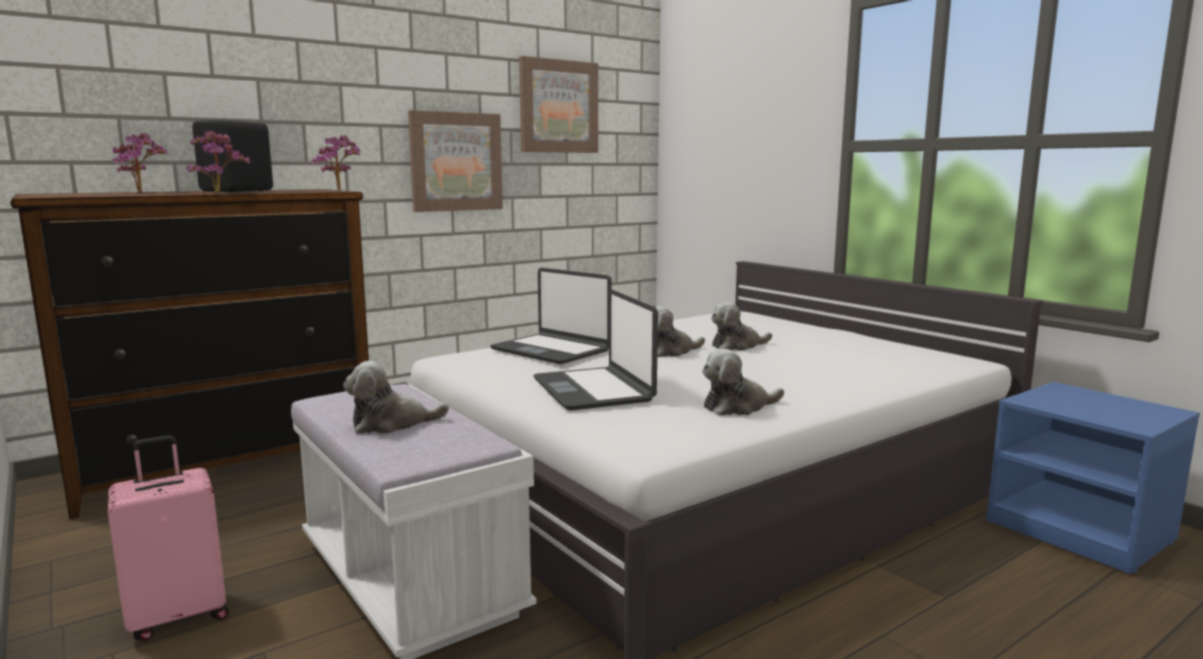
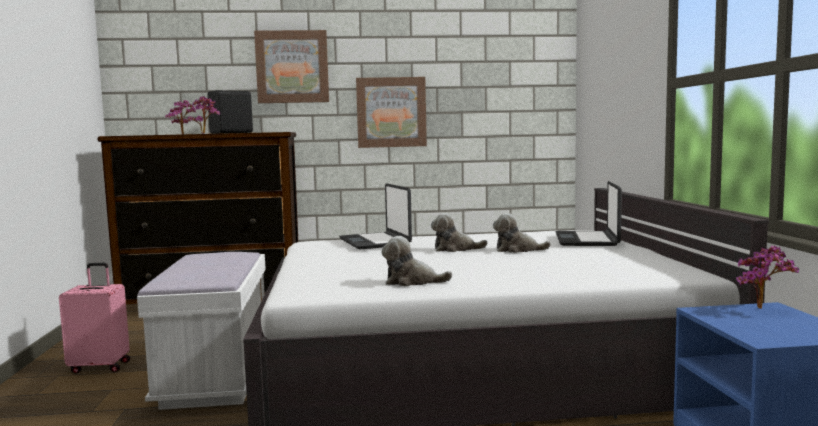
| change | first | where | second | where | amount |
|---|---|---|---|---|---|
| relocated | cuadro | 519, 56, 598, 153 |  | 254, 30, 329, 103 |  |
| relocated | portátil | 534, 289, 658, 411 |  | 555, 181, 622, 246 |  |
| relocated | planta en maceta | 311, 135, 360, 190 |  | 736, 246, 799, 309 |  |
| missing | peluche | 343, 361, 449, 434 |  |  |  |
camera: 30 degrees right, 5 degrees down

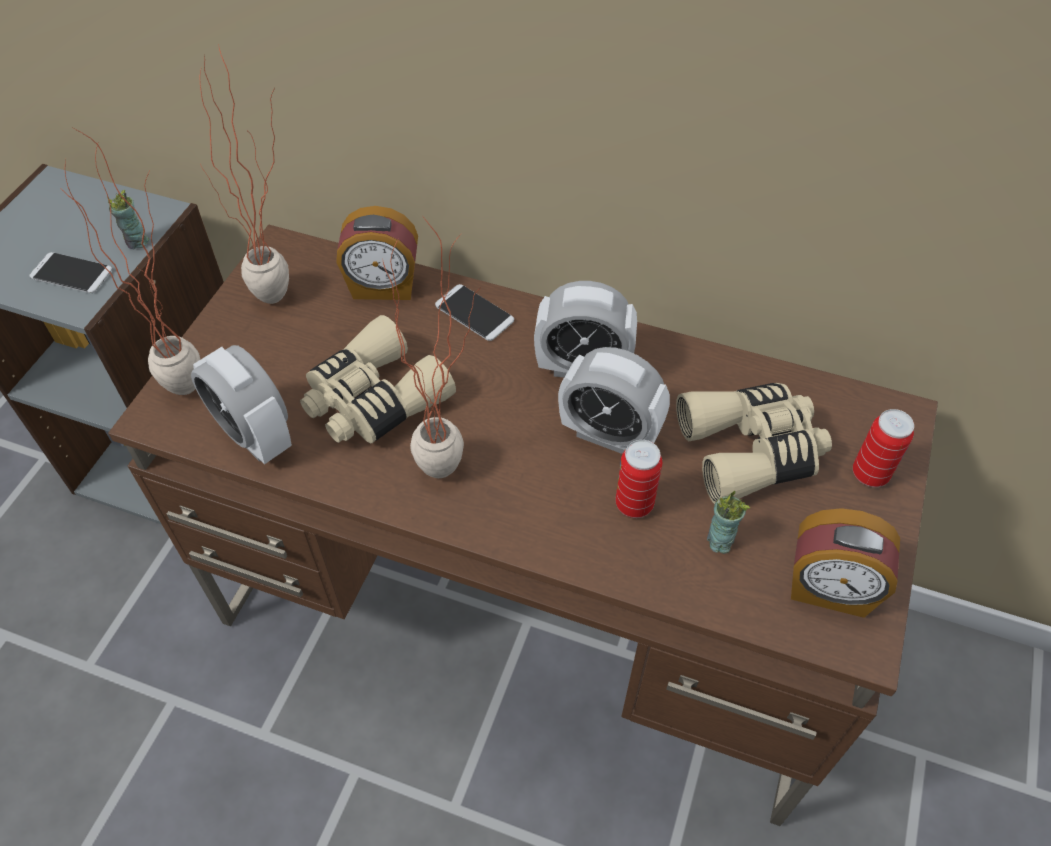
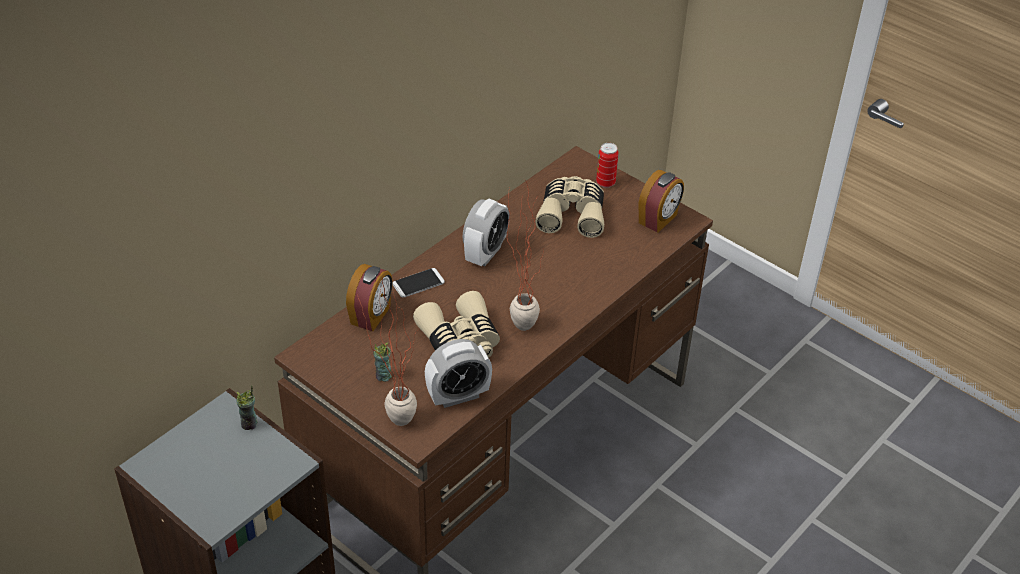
| change | first | where | second | where | amount |
|---|---|---|---|---|---|
| relocated | taza | 707, 491, 750, 554 |  | 373, 343, 392, 382 |  |
| missing | móvil | 29, 252, 112, 293 |  |  |  |
| missing | planta en maceta | 199, 44, 289, 304 |  |  |  |
| missing | despertador | 558, 347, 670, 454 |  |  |  |
| missing | lata | 615, 440, 662, 518 |  |  |  |
camera: 70 degrees left, 10 degrees down

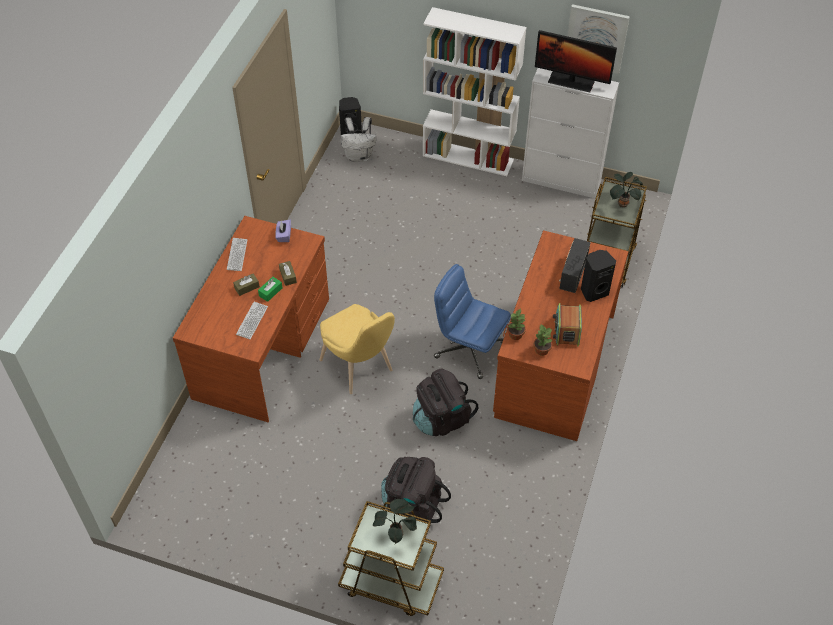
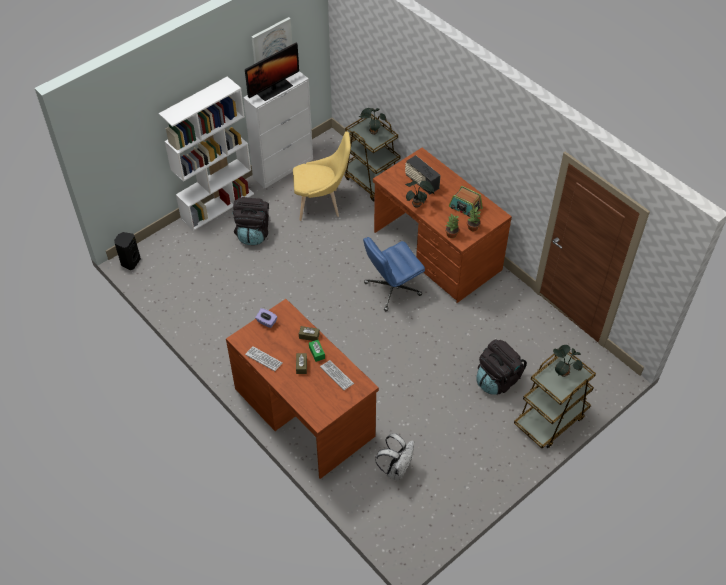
| change | first | where | second | where | amount |
|---|---|---|---|---|---|
| relocated | mochila/negro | 413, 369, 478, 436 |  | 233, 197, 269, 245 |  |
| relocated | silla/amarillo | 320, 304, 395, 394 |  | 293, 131, 351, 221 |  |
| relocated | mochila/blanco | 341, 117, 376, 162 |  | 375, 433, 414, 480 |  |
| appeared |  |  | planta en maceta | 405, 181, 435, 208 |  |
| missing | altavoz/negro | 581, 250, 616, 302 |  |  |  |
camera: 60 degrees left, 0 degrees up

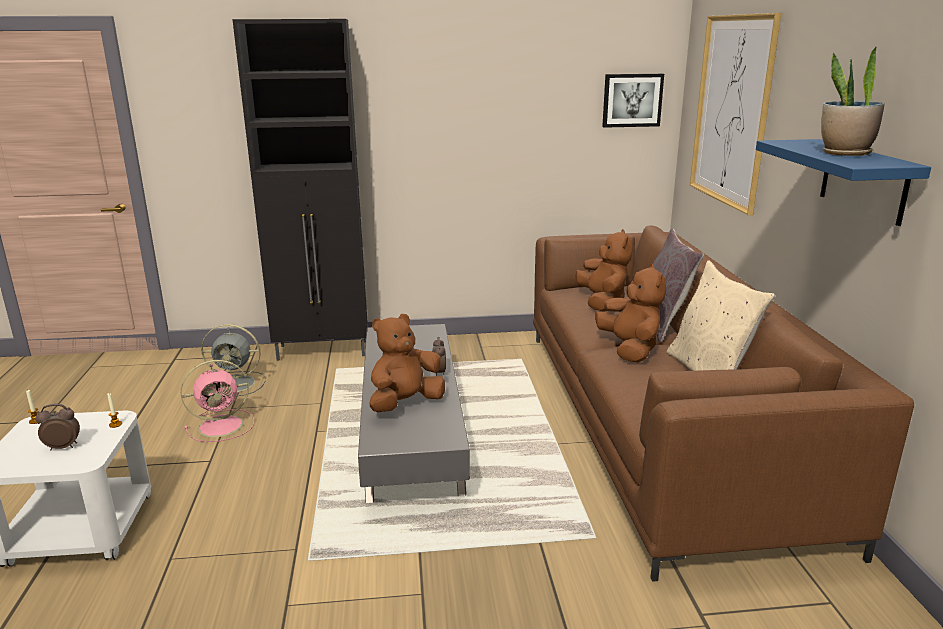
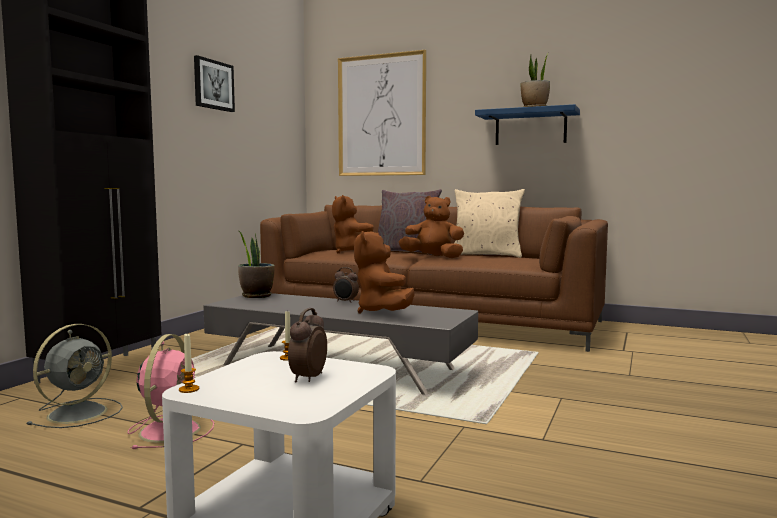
| change | first | where | second | where | amount |
|---|---|---|---|---|---|
| relocated | cuadro | 602, 74, 664, 128 |  | 194, 55, 235, 112 |  |
| appeared |  |  | planta en maceta | 238, 231, 275, 298 |  |
| spun | peluche/marrón | 576, 229, 633, 312 |  | 332, 195, 379, 253 | 150 degrees counterclockwise |
camera: 60 degrees left, 15 degrees down

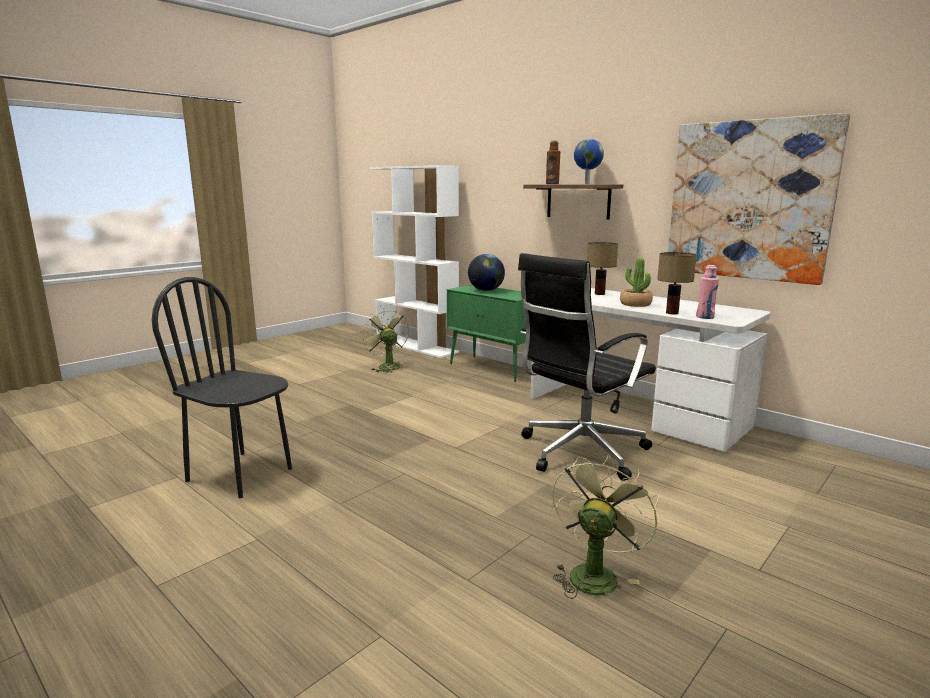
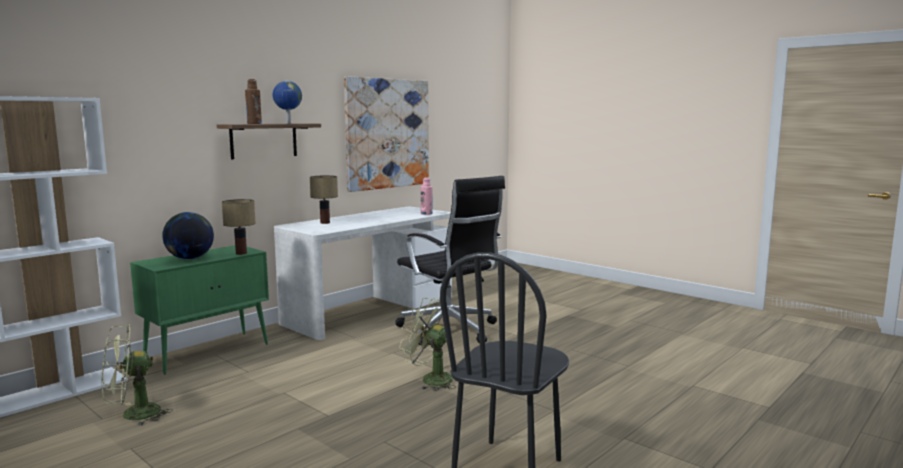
| change | first | where | second | where | amount |
|---|---|---|---|---|---|
| relocated | lámpara de mesa | 657, 252, 697, 315 |  | 222, 199, 256, 255 |  |
| relocated | ventilador/verde | 552, 454, 659, 599 |  | 399, 298, 456, 391 |  |
| missing | planta en maceta | 620, 257, 653, 307 |  |  |  |
camera: 90 degrees left, 5 degrees down

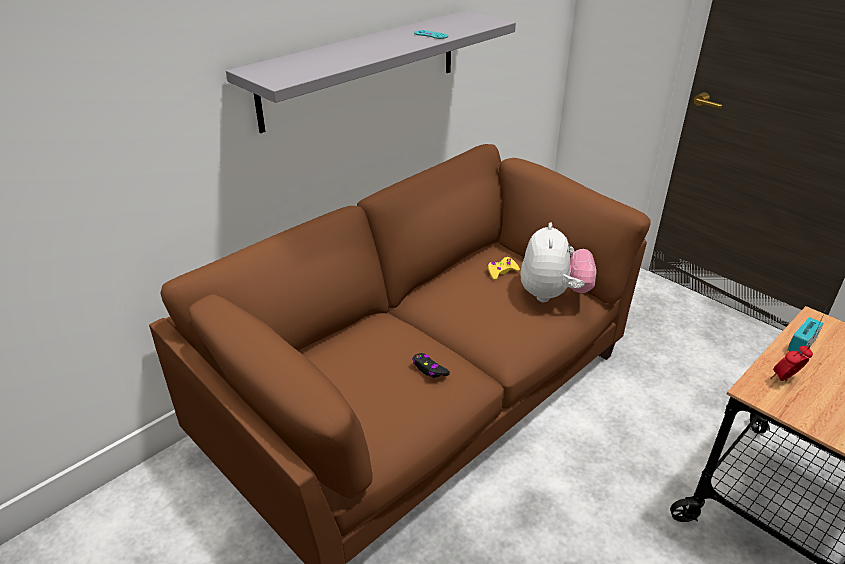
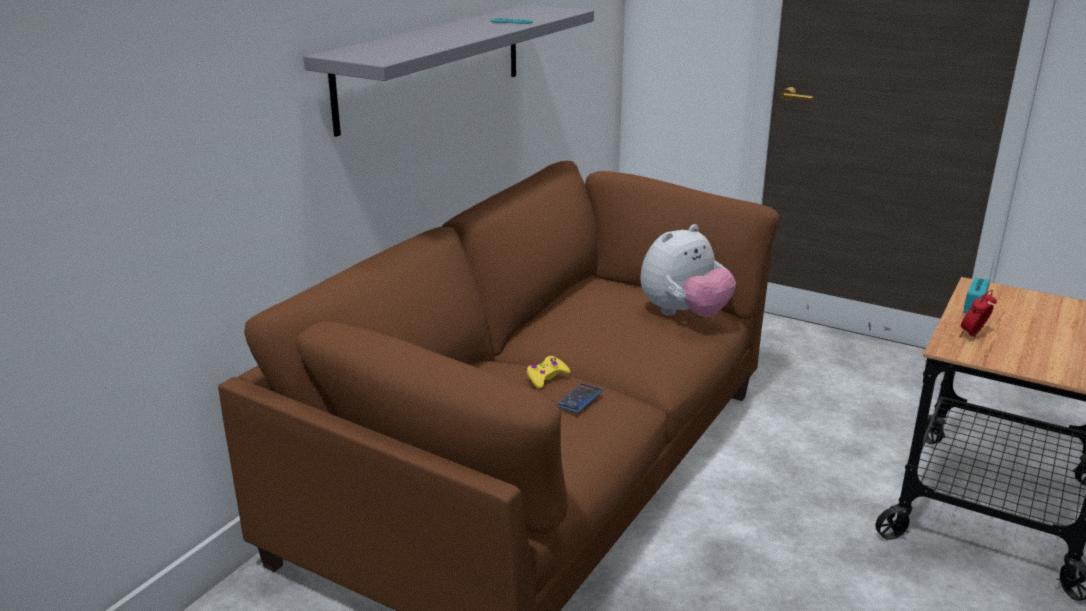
| change | first | where | second | where | amount |
|---|---|---|---|---|---|
| relocated | mando de consola/amarillo | 487, 257, 520, 280 |  | 526, 356, 570, 389 |  |
| exchanged | mando de consola/negro | 412, 353, 450, 378 | móvil | 557, 383, 603, 413 |  |
| spun | peluche | 520, 222, 596, 302 |  | 640, 224, 736, 317 | 60 degrees clockwise |
camera: 15 degrees left, 10 degrees down

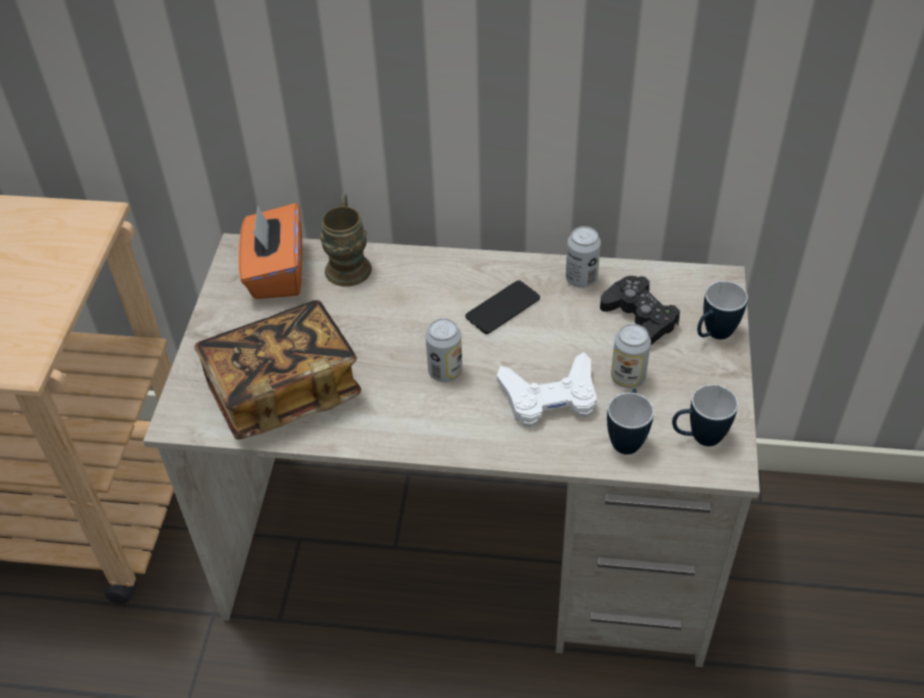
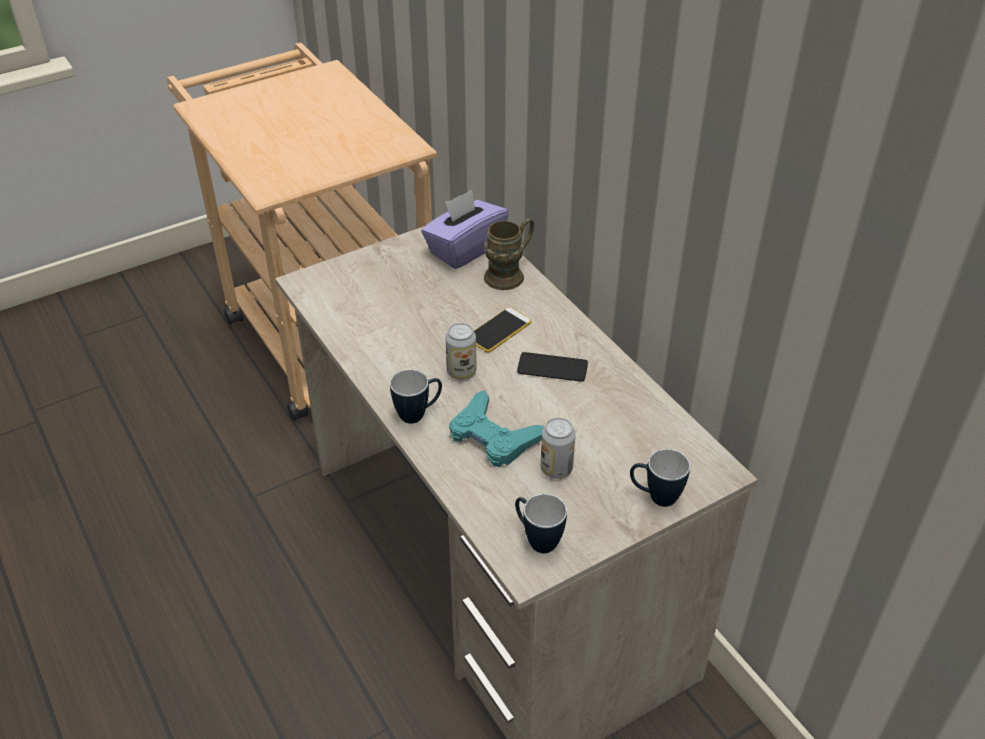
| change | first | where | second | where | amount |
|---|---|---|---|---|---|
| relocated | taza grande | 607, 388, 654, 455 |  | 390, 369, 442, 424 |  |
| colour | caja de pañuelos/naranja | 239, 203, 302, 299 | caja de pañuelos/morado | 421, 190, 509, 269 |  |
| colour | mando de consola/blanco | 497, 352, 597, 427 | mando de consola/turquesa | 449, 390, 544, 467 |  |
| appeared |  |  | móvil | 474, 307, 531, 353 |  |
| missing | libro | 194, 300, 361, 440 |  |  |  |
| missing | lata | 566, 226, 601, 288 |  |  |  |
| missing | mando de consola/negro | 600, 276, 680, 345 |  |  |  |
camera: 50 degrees right, 5 degrees down

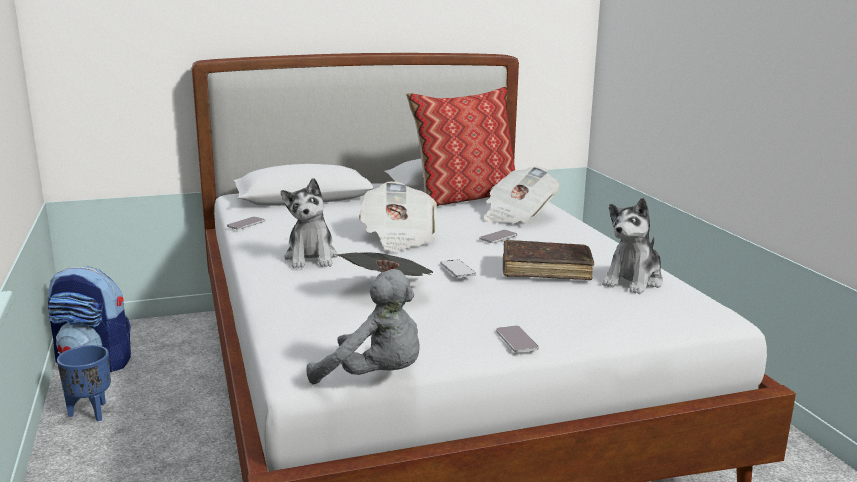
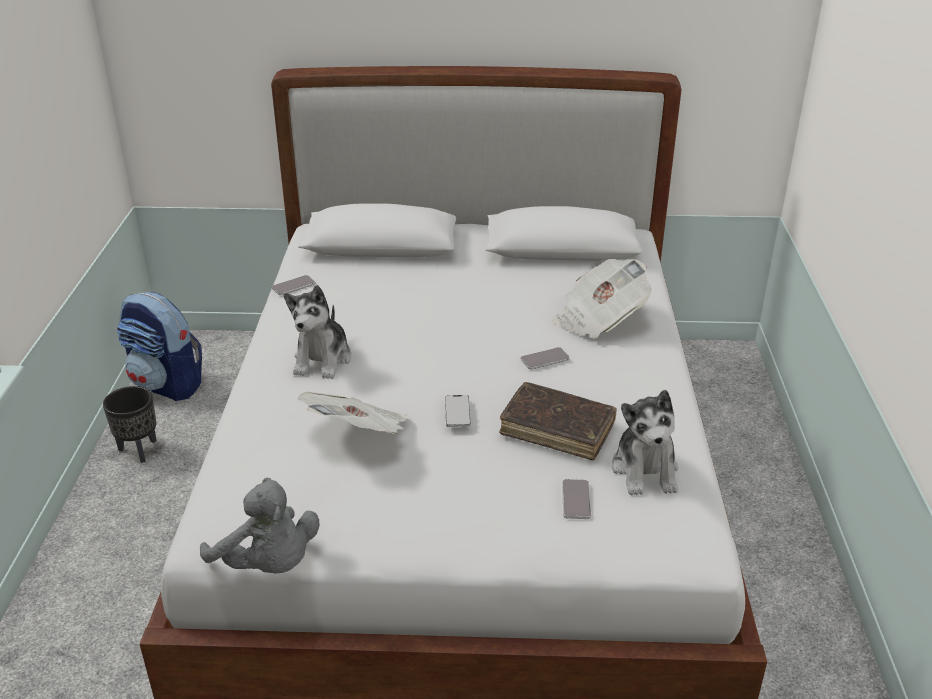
| change | first | where | second | where | amount |
|---|---|---|---|---|---|
| colour | maceta/azul | 57, 345, 111, 421 | maceta/negro | 103, 386, 156, 463 |  |
| relocated | móvil | 496, 325, 539, 353 |  | 562, 479, 591, 519 |  |
| spun | peluche | 602, 198, 663, 294 |  | 612, 390, 679, 495 | 60 degrees counterclockwise |
| missing | periódico | 359, 181, 437, 252 |  |  |  |
| missing | cojín | 406, 86, 515, 206 |  |  |  |
camera: 20 degrees right, 15 degrees up

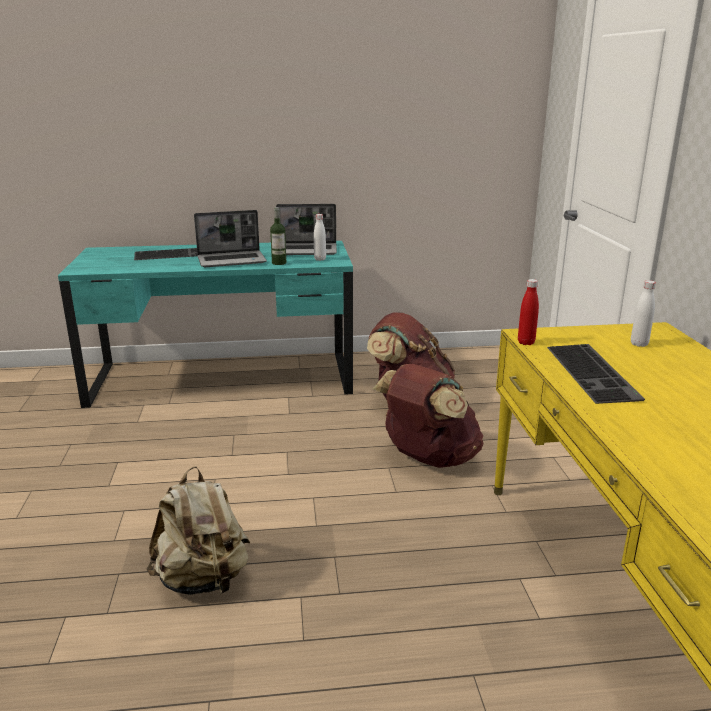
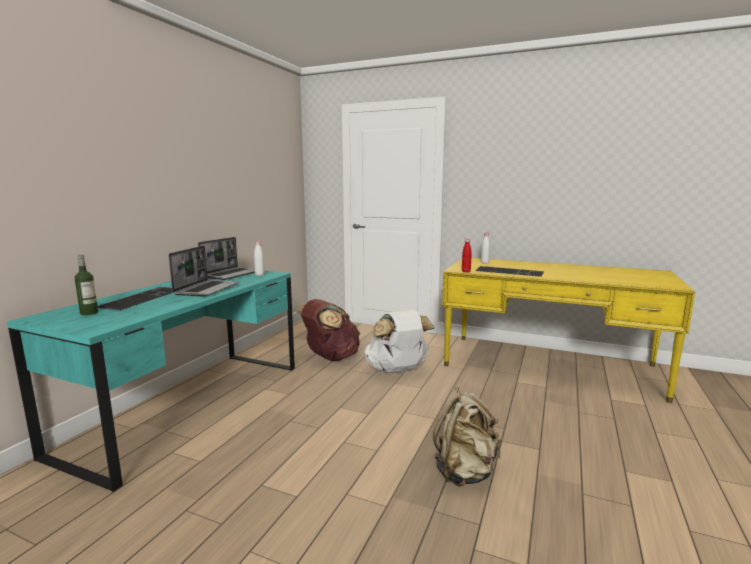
| change | first | where | second | where | amount |
|---|---|---|---|---|---|
| relocated | botella | 270, 207, 286, 265 |  | 75, 255, 98, 315 |  |
| colour | mochila/marrón | 373, 364, 484, 468 | mochila/blanco | 365, 310, 435, 373 |  |
camera: 60 degrees left, 10 degrees down

